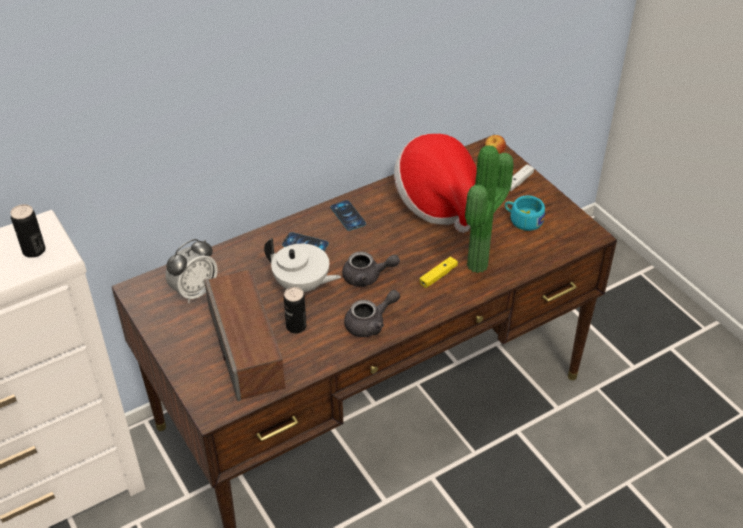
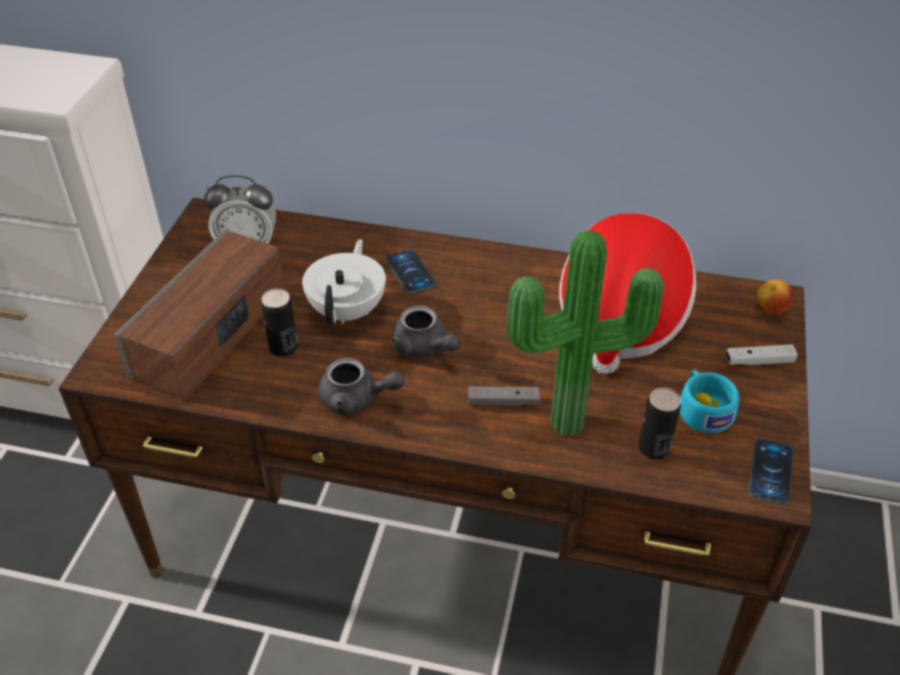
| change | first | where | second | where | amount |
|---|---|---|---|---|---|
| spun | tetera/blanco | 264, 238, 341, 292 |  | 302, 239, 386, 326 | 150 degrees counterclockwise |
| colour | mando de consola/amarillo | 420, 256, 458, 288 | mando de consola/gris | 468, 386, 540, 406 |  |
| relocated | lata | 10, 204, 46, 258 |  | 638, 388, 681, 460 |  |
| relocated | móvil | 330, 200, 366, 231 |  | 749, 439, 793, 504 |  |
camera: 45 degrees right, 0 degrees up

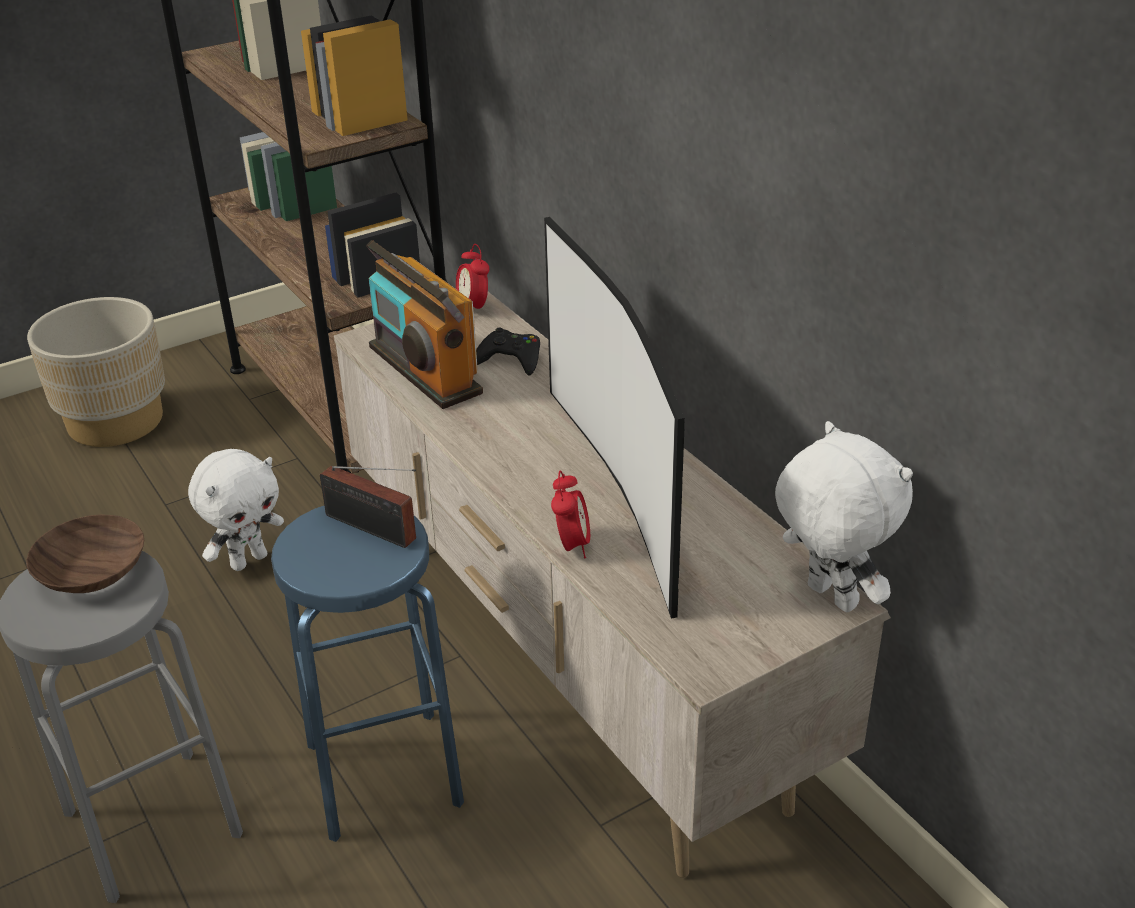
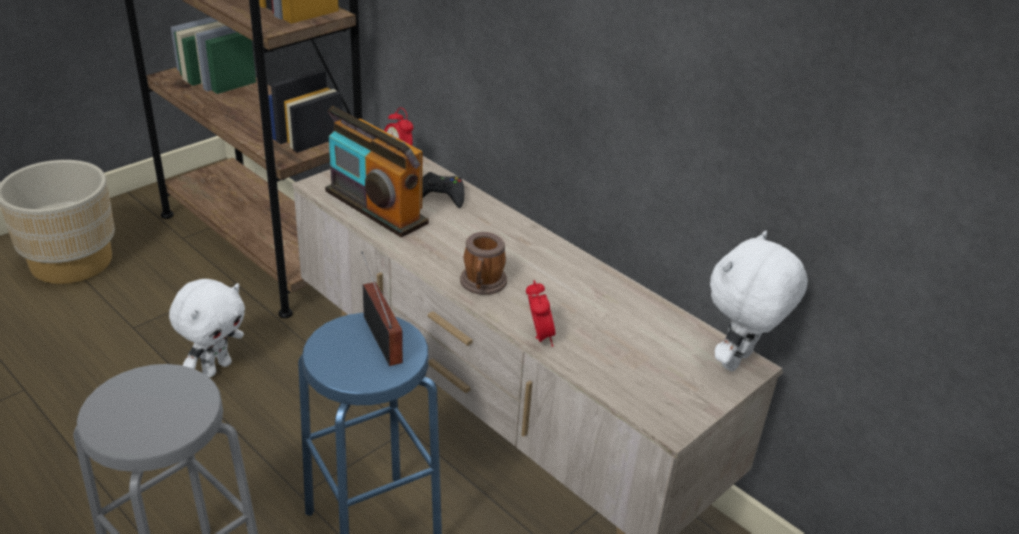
| change | first | where | second | where | amount |
|---|---|---|---|---|---|
| spun | radio | 320, 466, 416, 548 |  | 361, 251, 403, 366 | 135 degrees counterclockwise |
| appeared |  |  | taza grande | 460, 232, 507, 295 |  |
| spun | peluche/blanco | 775, 421, 913, 613 |  | 710, 231, 808, 372 | 90 degrees counterclockwise |
| missing | cuenco/marrón | 26, 515, 144, 593 |  |  |  |
| missing | televisor | 544, 217, 685, 619 |  |  |  |
camera: 15 degrees left, 0 degrees up

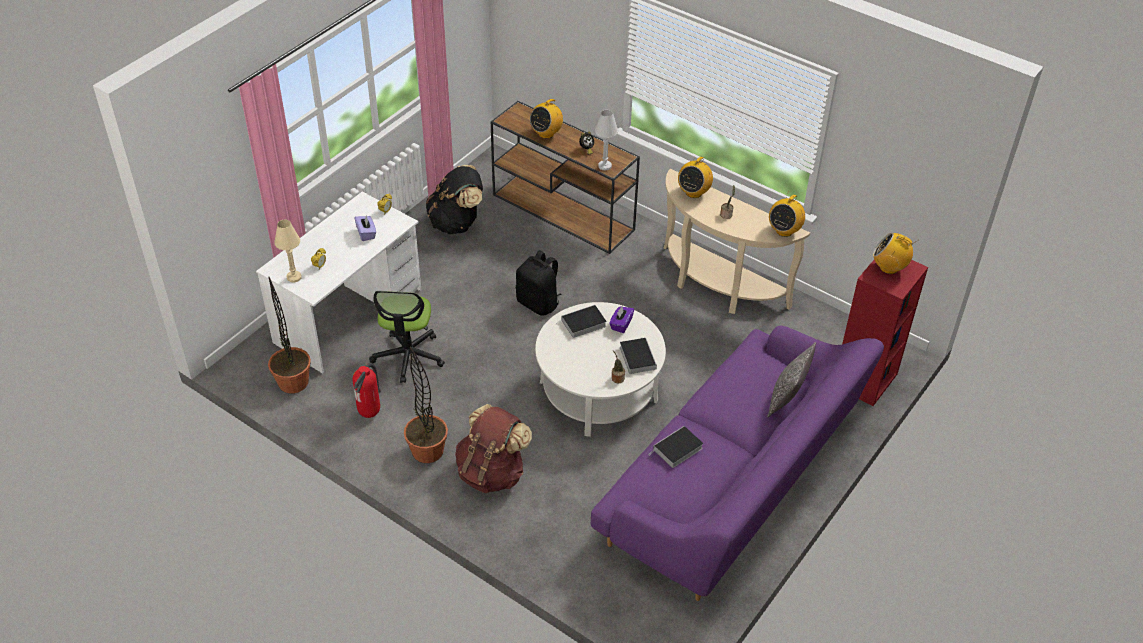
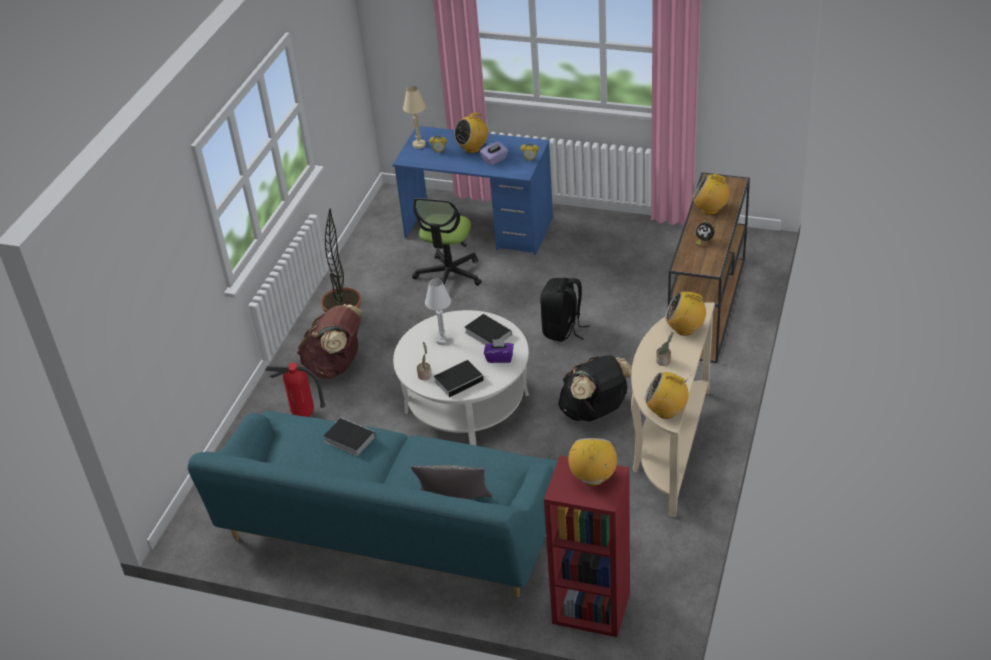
| change | first | where | second | where | amount |
|---|---|---|---|---|---|
| colour | sofá/morado | 591, 325, 884, 601 | sofá/turquesa | 188, 411, 558, 597 |  |
| relocated | extintor | 353, 362, 381, 418 |  | 265, 363, 325, 417 |  |
| colour | escritorio/blanco | 256, 192, 421, 374 | escritorio/azul | 392, 126, 553, 255 |  |
| spun | silla de oficina | 369, 291, 445, 383 |  | 412, 198, 482, 286 | 60 degrees counterclockwise |
| relocated | lámpara de mesa/blanco | 595, 110, 618, 171 |  | 425, 279, 451, 345 |  |
| appeared |  |  | radio | 454, 113, 488, 153 |  |
| relocated | mochila/negro | 426, 165, 483, 234 |  | 558, 355, 632, 422 |  |
| missing | planta en maceta | 268, 277, 311, 393 |  |  |  |
camera: 75 degrees right, 5 degrees down

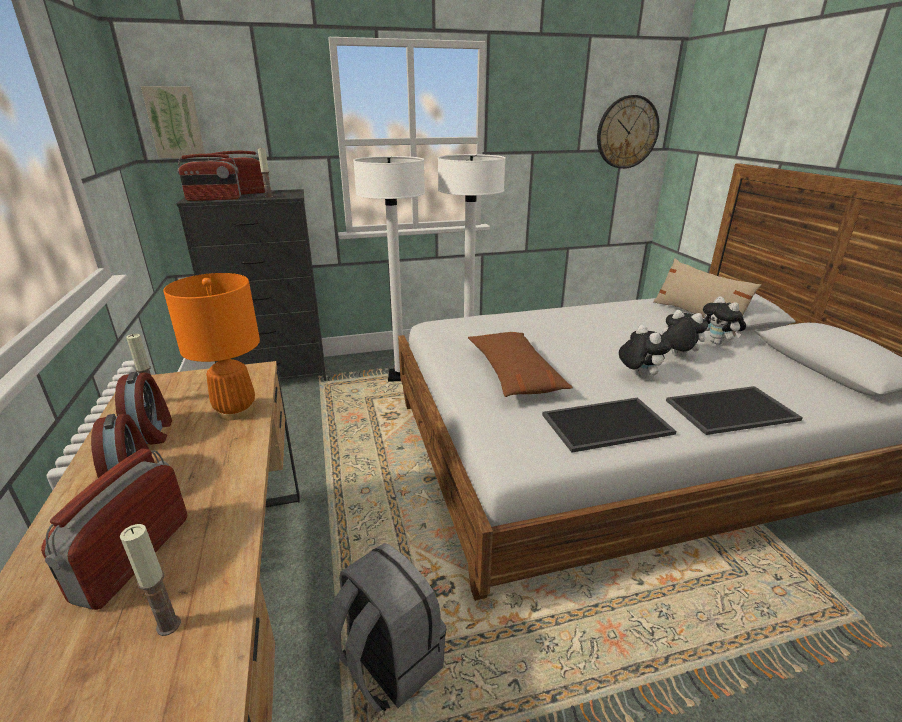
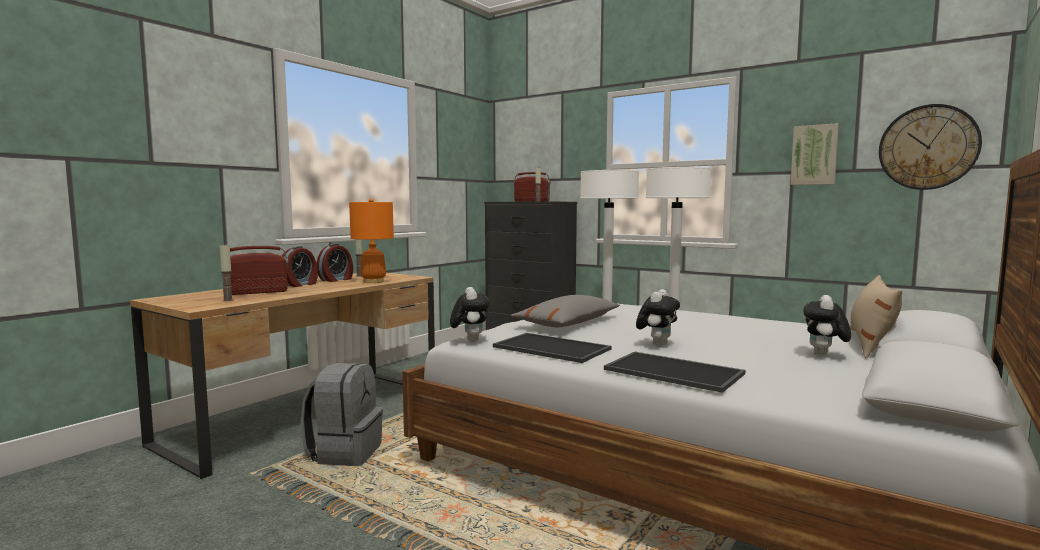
| change | first | where | second | where | amount |
|---|---|---|---|---|---|
| relocated | peluche | 661, 310, 708, 358 |  | 450, 287, 490, 342 |  |
| colour | cojín/marrón | 468, 332, 573, 397 | cojín/gris | 511, 295, 620, 327 |  |
| relocated | cuadro | 141, 86, 205, 158 |  | 791, 123, 839, 185 |  |
| missing | radio | 177, 154, 241, 201 |  |  |  |
camera: 50 degrees right, 20 degrees down

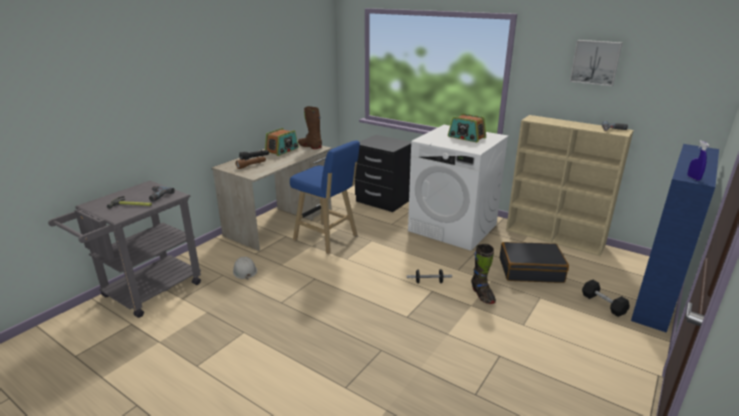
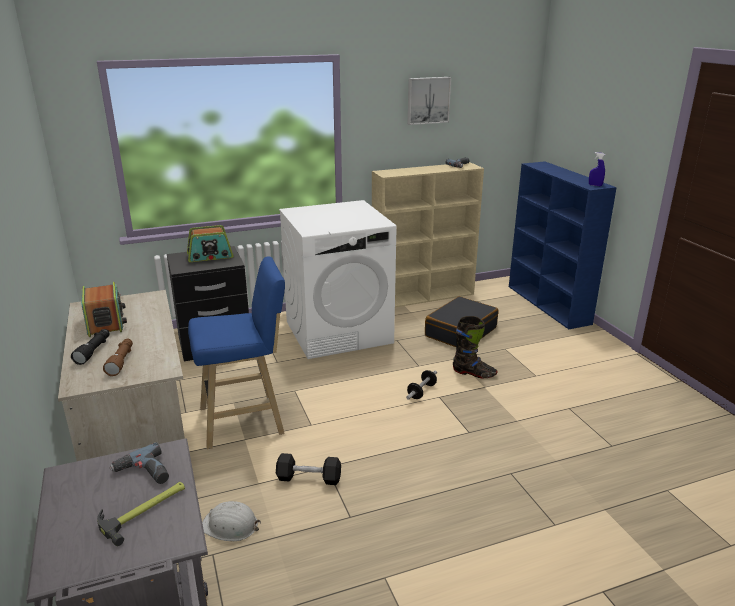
| change | first | where | second | where | amount |
|---|---|---|---|---|---|
| relocated | radio | 448, 113, 486, 143 |  | 187, 225, 233, 262 |  |
| relocated | mancuerna/negro | 582, 280, 630, 317 |  | 276, 453, 341, 485 |  |
| missing | bota/marrón | 298, 106, 322, 149 |  |  |  |
camera: 55 degrees left, 0 degrees up

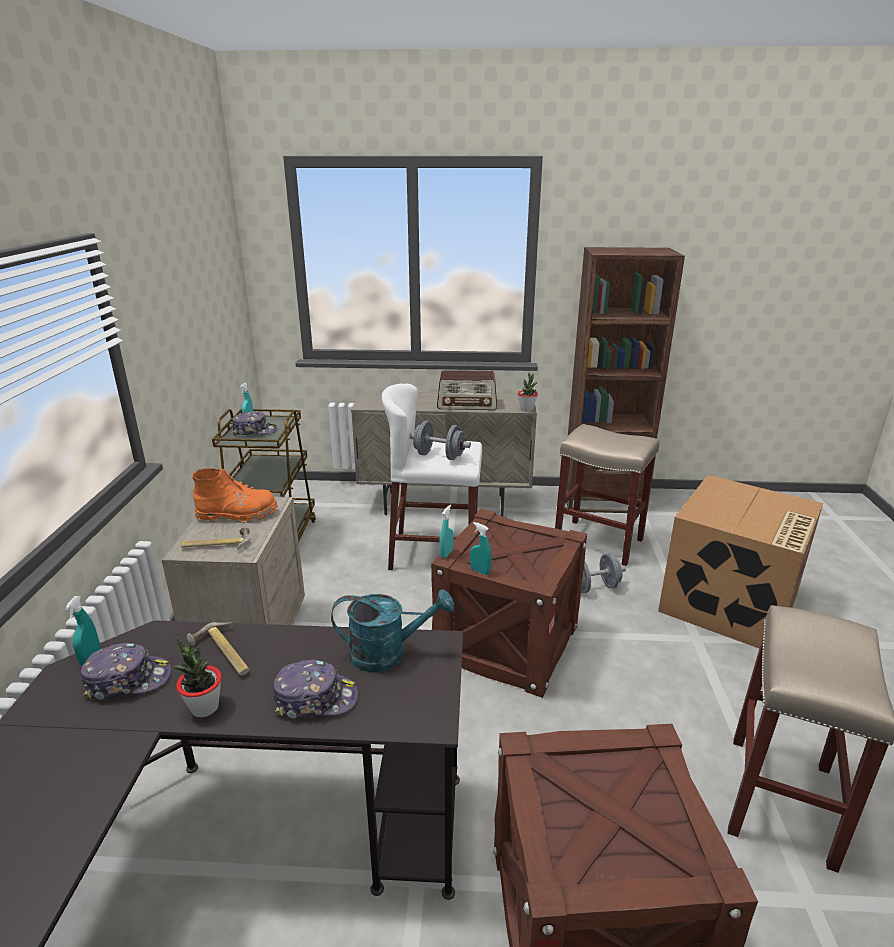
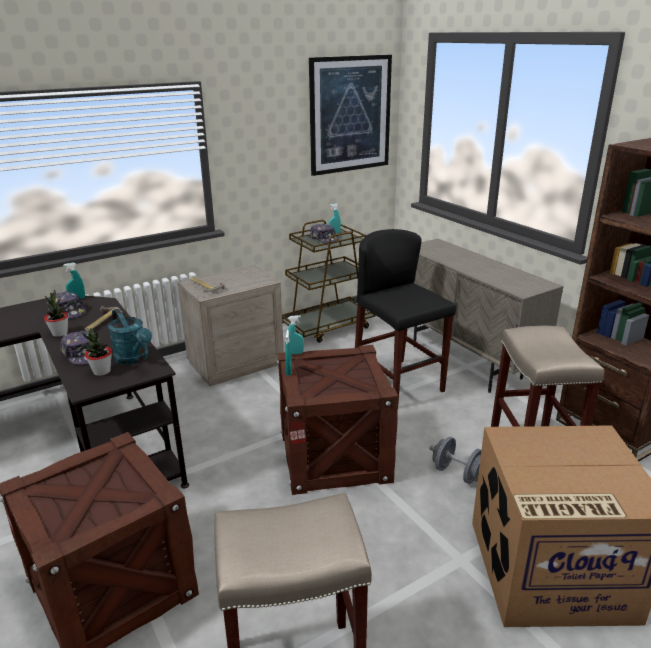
| change | first | where | second | where | amount |
|---|---|---|---|---|---|
| relocated | planta en maceta | 518, 372, 538, 412 |  | 81, 328, 112, 376 |  |
| appeared |  |  | cuadro | 309, 55, 392, 176 |  |
| colour | taburete/blanco | 382, 384, 482, 570 | taburete/negro | 355, 229, 456, 402 |  |
| missing | bota/naranja | 192, 468, 278, 523 |  |  |  |
| missing | mancuerna/gris | 410, 421, 471, 460 |  |  |  |
| missing | radio | 437, 370, 497, 410 |  |  |  |
camera: 55 degrees right, 0 degrees up

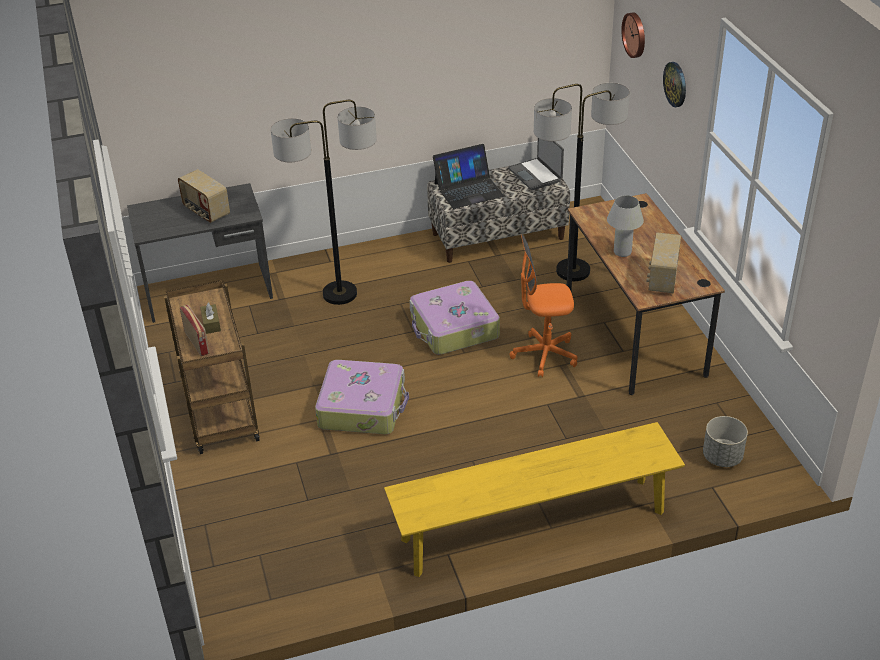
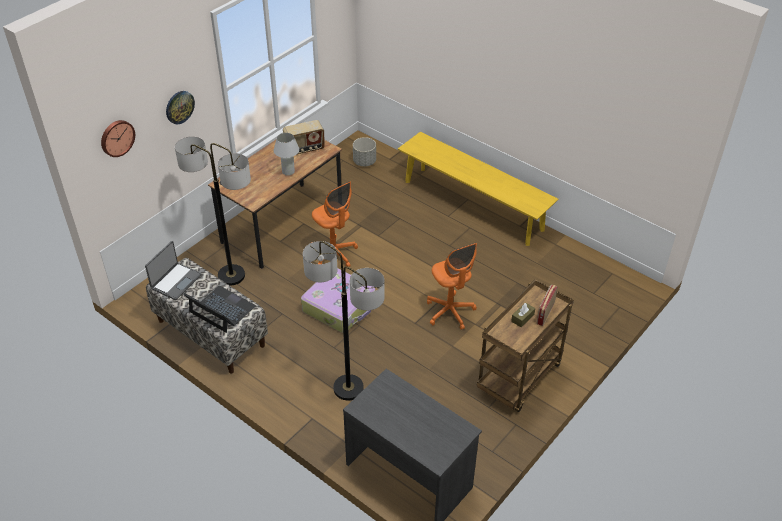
| change | first | where | second | where | amount |
|---|---|---|---|---|---|
| exchanged | maleta | 315, 360, 409, 434 | silla de oficina/naranja | 427, 243, 477, 330 |  |
| missing | radio | 178, 169, 230, 223 |  |  |  |
camera: 125 degrees left, 5 degrees up

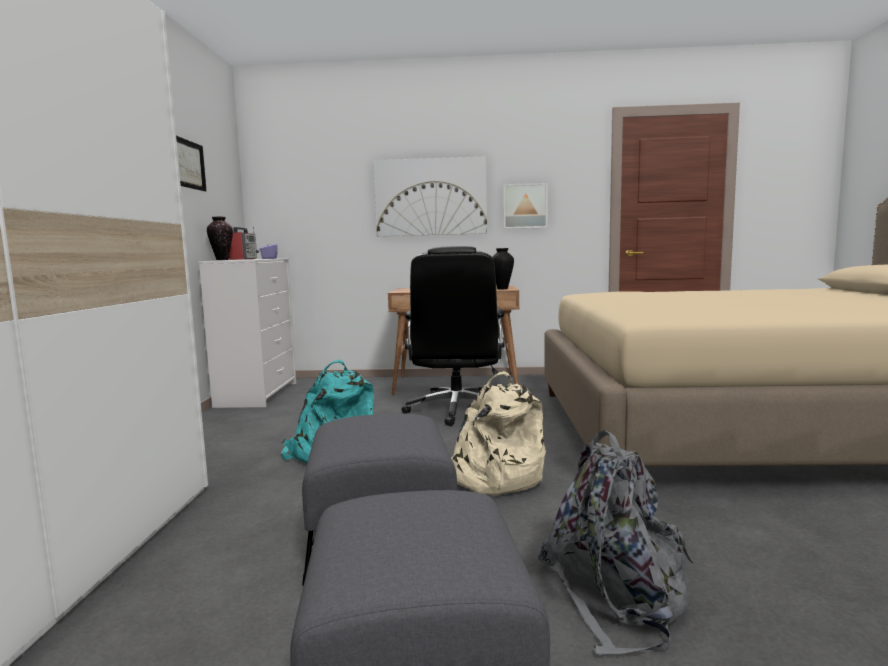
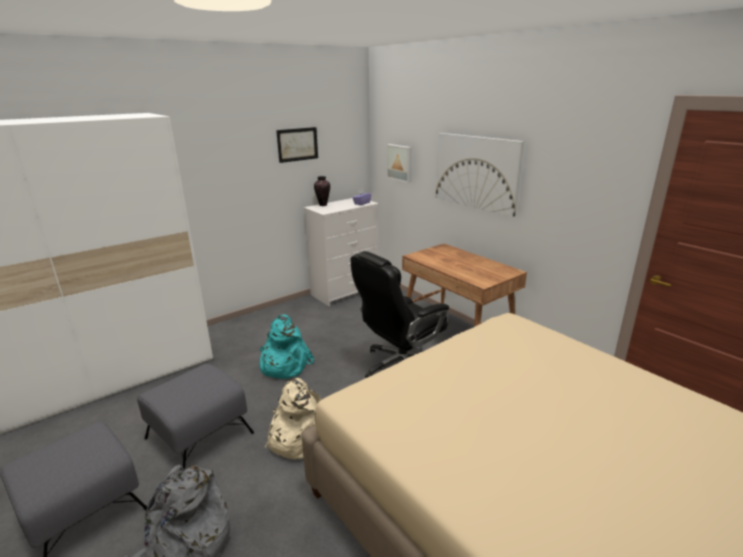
| change | first | where | second | where | amount |
|---|---|---|---|---|---|
| relocated | cuadro | 503, 183, 548, 229 |  | 387, 144, 412, 183 |  |
| missing | radio | 229, 227, 259, 260 |  |  |  |
| missing | florero | 492, 248, 514, 289 |  |  |  |
camera: 50 degrees right, 15 degrees up

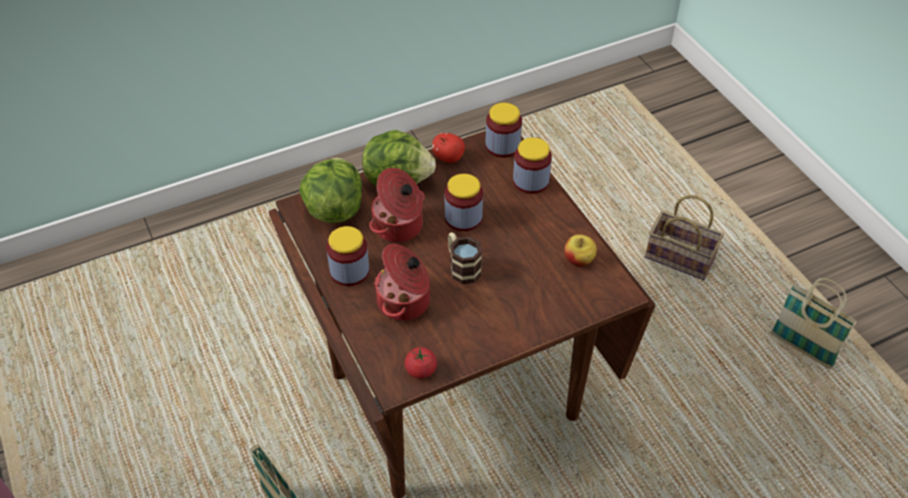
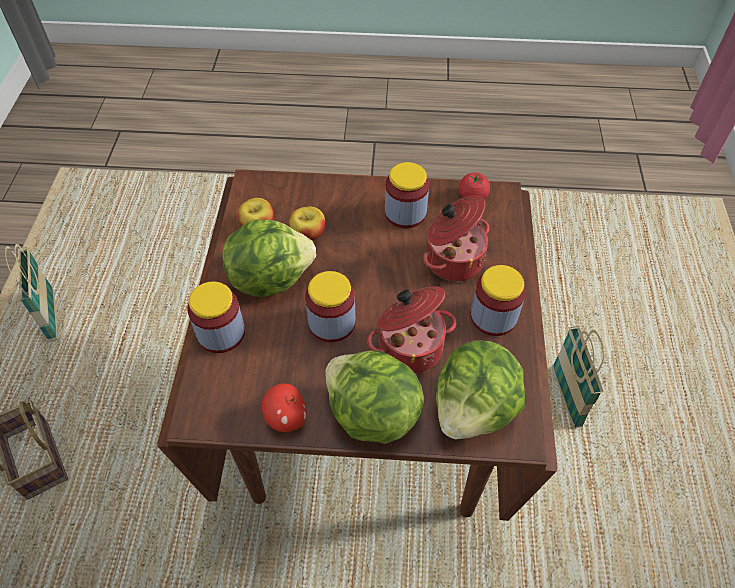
| change | first | where | second | where | amount |
|---|---|---|---|---|---|
| appeared |  |  | lechuga | 222, 219, 316, 297 |  |
| appeared |  |  | manzana | 289, 207, 325, 240 |  |
| relocated | tarro | 486, 103, 522, 158 |  | 385, 162, 429, 228 |  |
| missing | taza grande | 448, 232, 482, 284 |  |  |  |
camera: 150 degrees left, 5 degrees up

